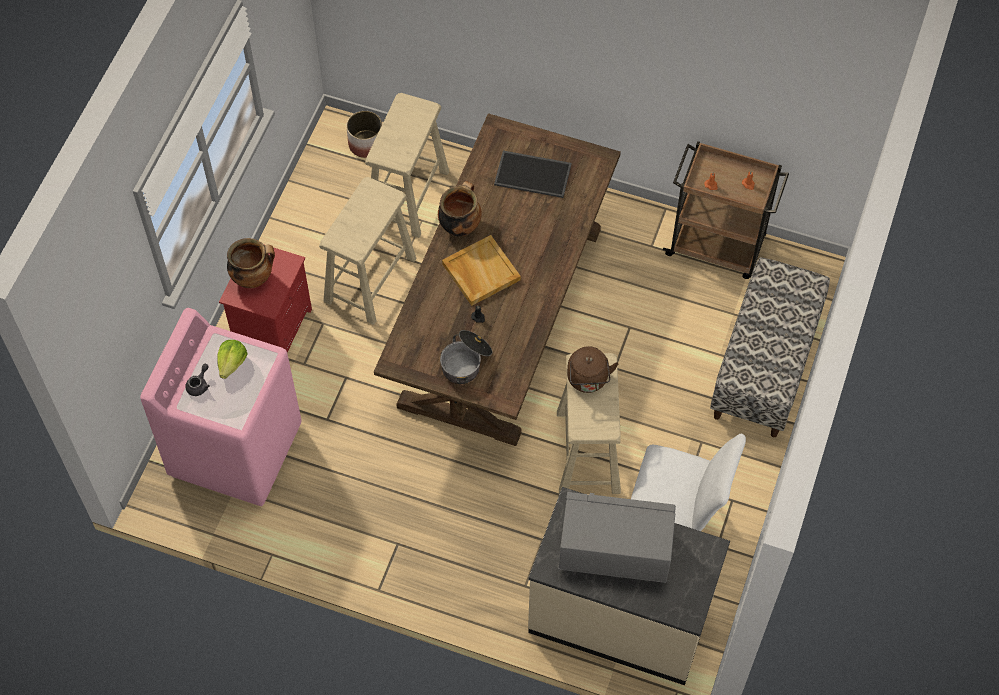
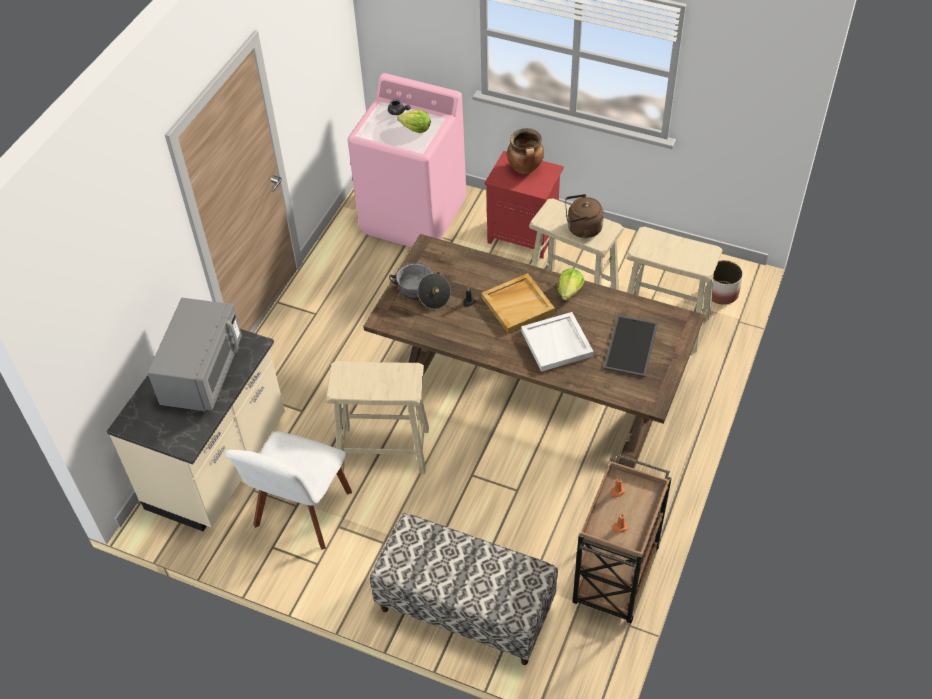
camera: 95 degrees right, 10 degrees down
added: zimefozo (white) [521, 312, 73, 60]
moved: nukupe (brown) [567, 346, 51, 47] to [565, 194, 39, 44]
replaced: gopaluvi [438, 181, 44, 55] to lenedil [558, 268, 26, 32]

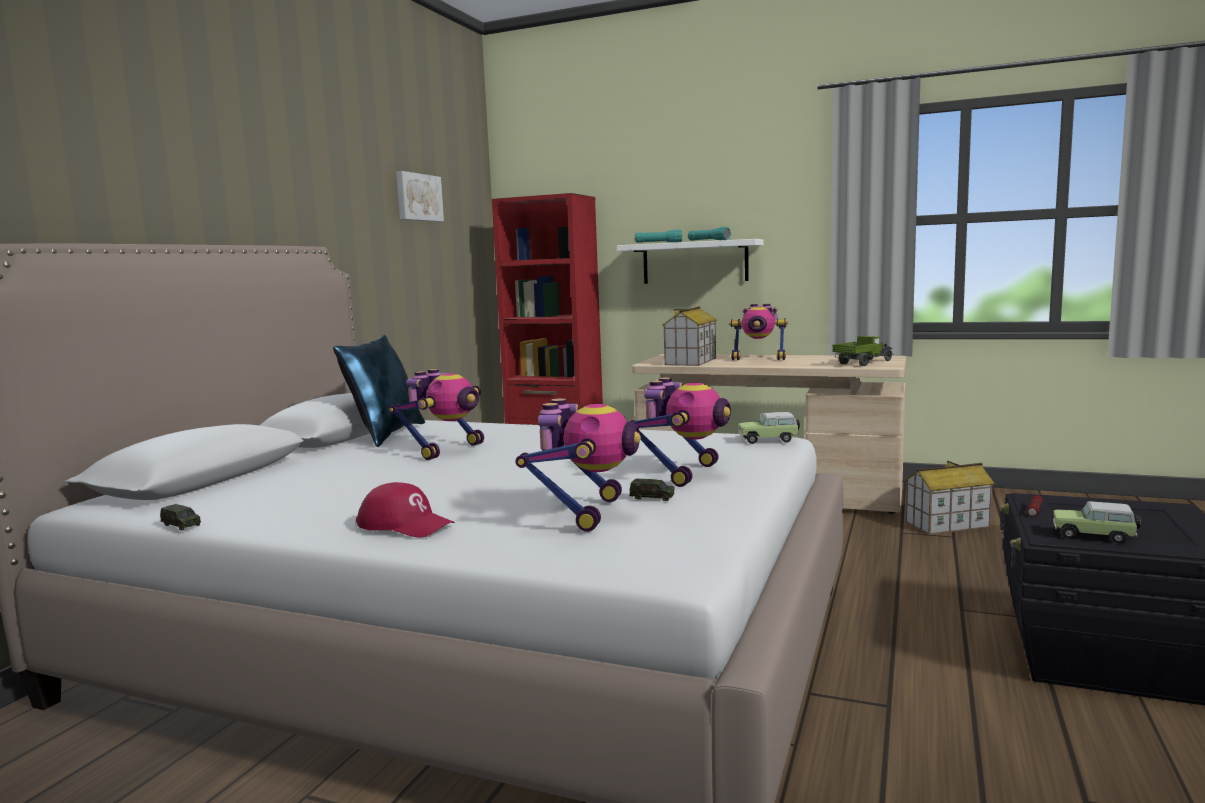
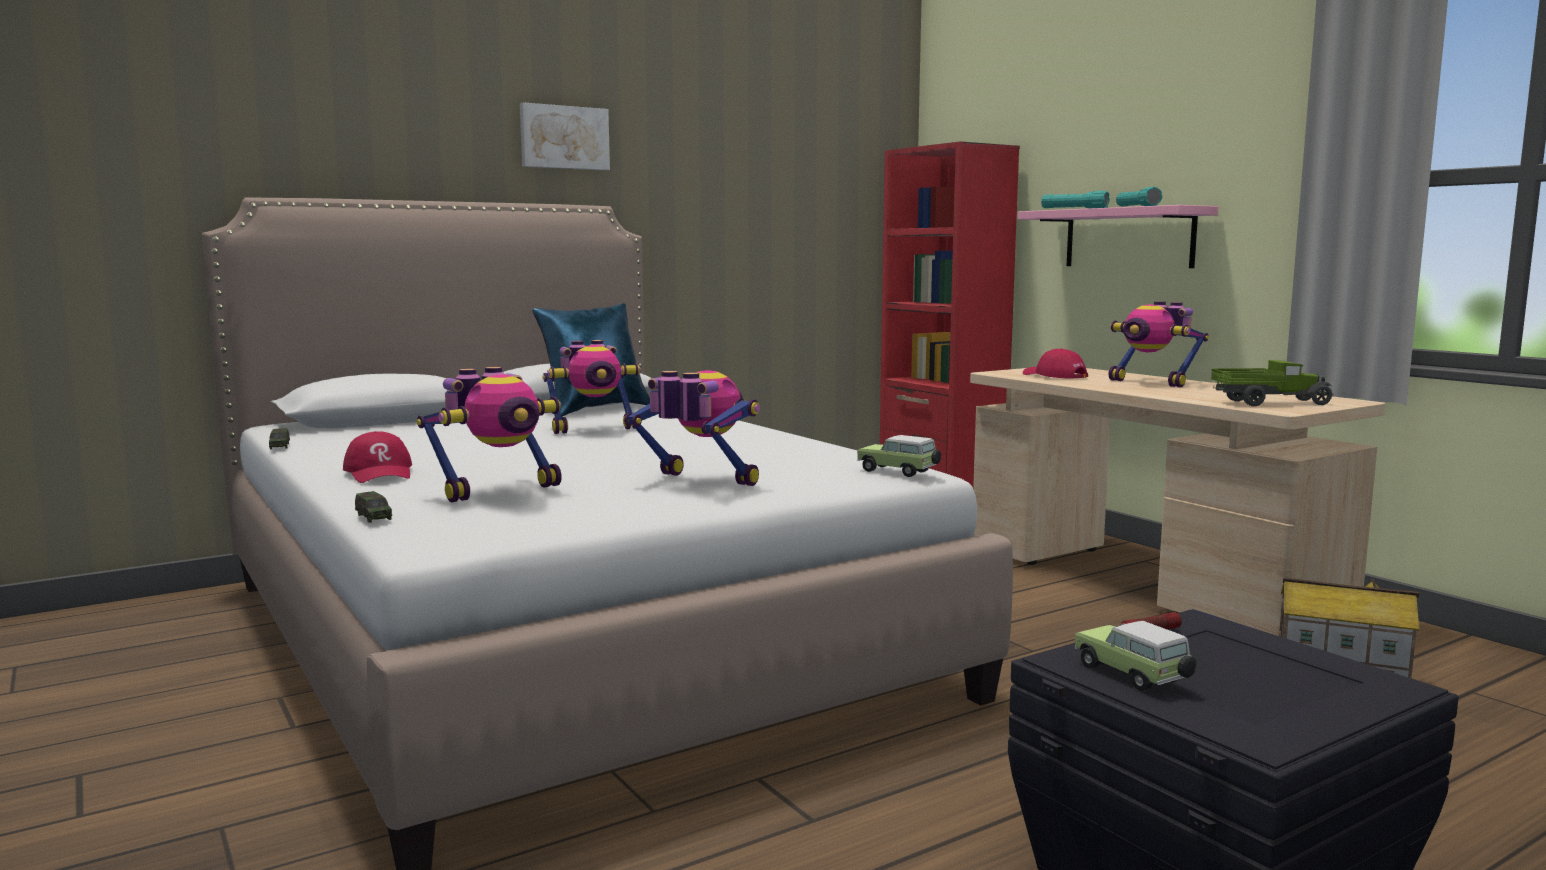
camera: 35 degrees right, 0 degrees up
moved: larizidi [629, 479, 46, 22] to [355, 491, 37, 32]; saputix [396, 171, 48, 51] to [520, 102, 90, 68]
replaced: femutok [662, 306, 55, 60] to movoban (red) [1023, 349, 65, 30]
recoloured: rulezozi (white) [617, 239, 146, 45] to rulezozi (pink) [1017, 205, 201, 63]
turned: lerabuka [631, 377, 100, 110] = [624, 370, 136, 116] 120 degrees counterclockwise

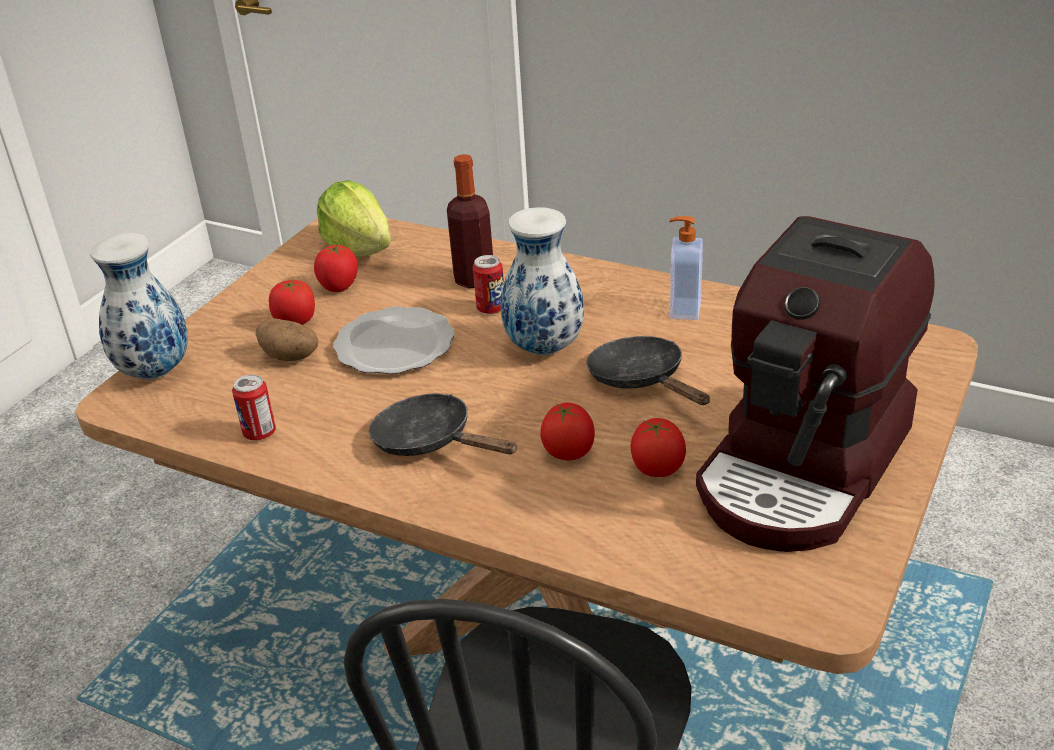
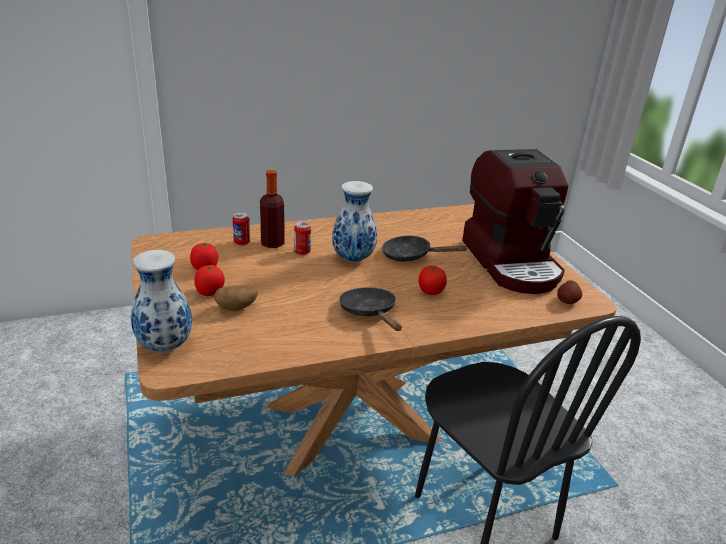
camera: 50 degrees left, 5 degrees down
removed: lenedil [317, 180, 74, 77]; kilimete [333, 306, 122, 68]; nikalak [631, 418, 55, 59]; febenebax [669, 216, 34, 104]
added: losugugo [557, 280, 25, 24]
moved: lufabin [232, 374, 44, 66] to [232, 212, 18, 33]
turned: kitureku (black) [369, 393, 149, 63] = [339, 287, 63, 44] 75 degrees clockwise

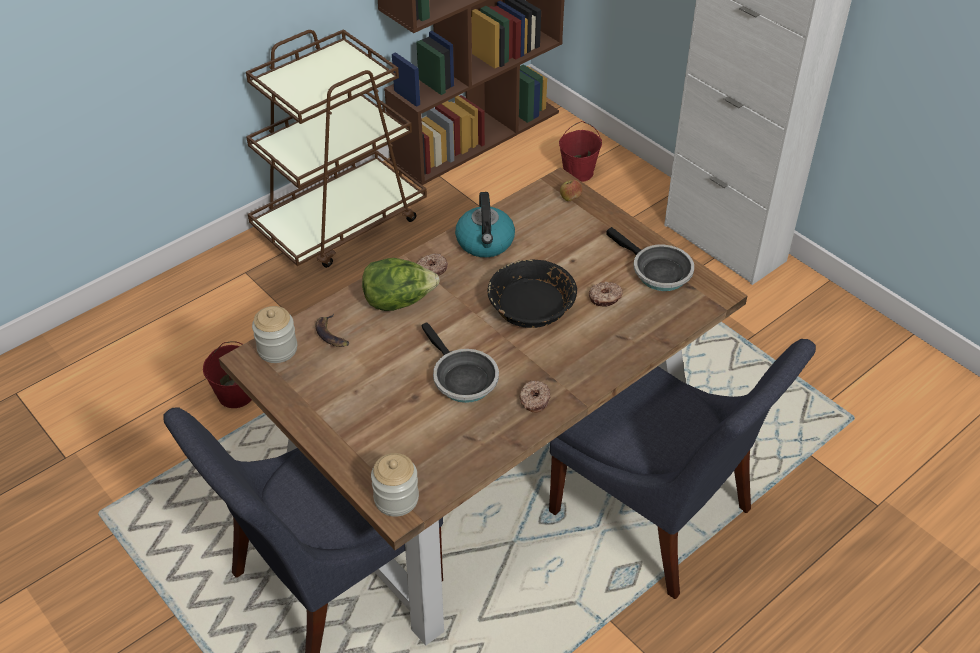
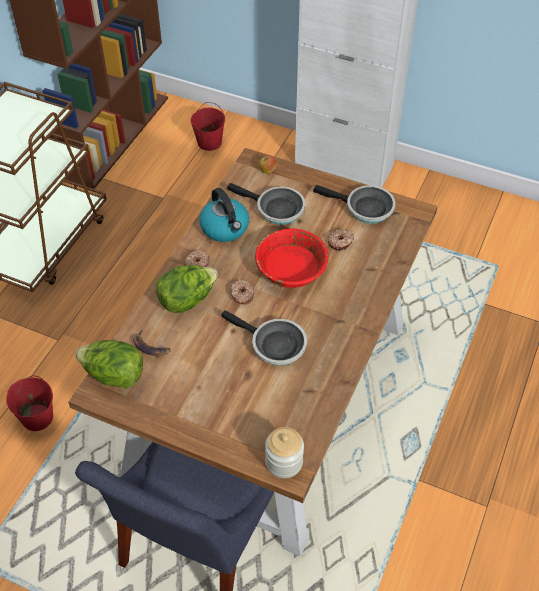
camera: 25 degrees left, 5 degrees up
removed: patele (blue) [549, 339, 267, 260]
added: kitureku [227, 183, 78, 42]
moved: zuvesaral [519, 380, 31, 33] to [231, 280, 23, 25]
replaced: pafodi [252, 306, 45, 57] to lenedil [75, 340, 68, 49]
recoloured: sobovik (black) [488, 259, 89, 69] to sobovik (red) [255, 228, 74, 60]

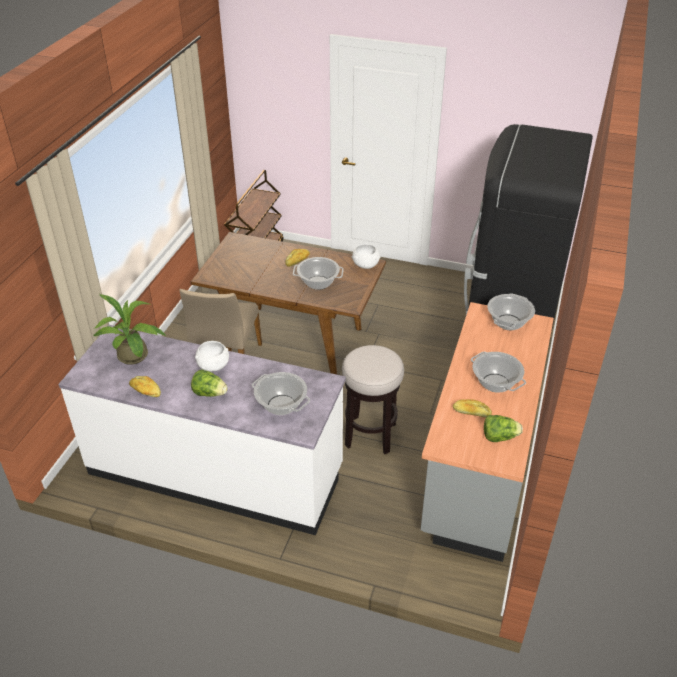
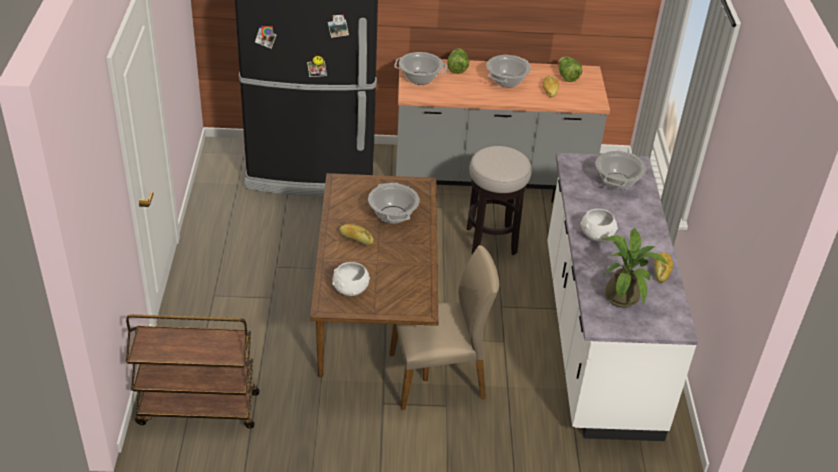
camera: 110 degrees left, 0 degrees up
moved: sobovik (white) [352, 244, 28, 25] to [332, 262, 38, 34]; lenedil [191, 370, 37, 27] to [447, 48, 22, 26]

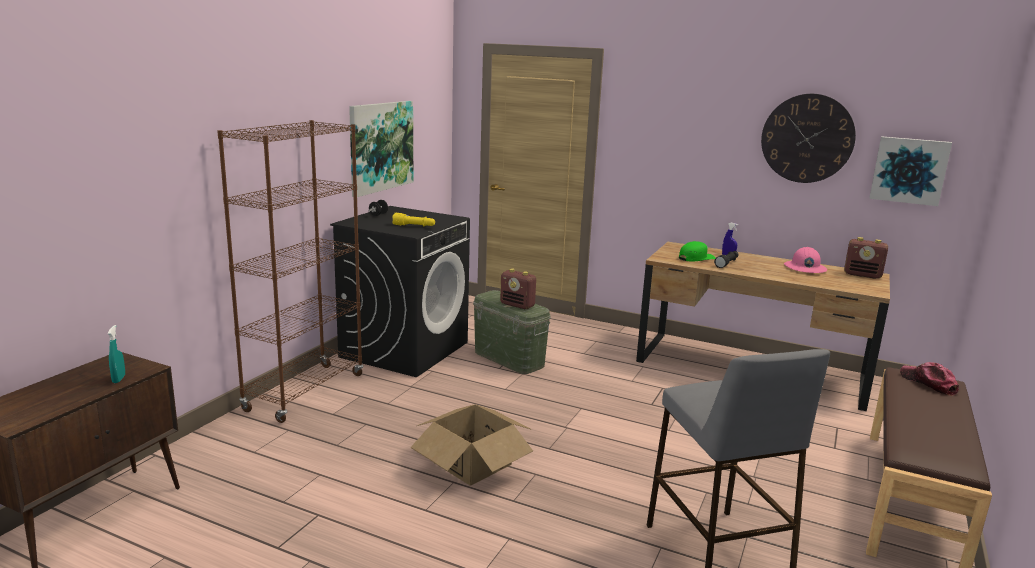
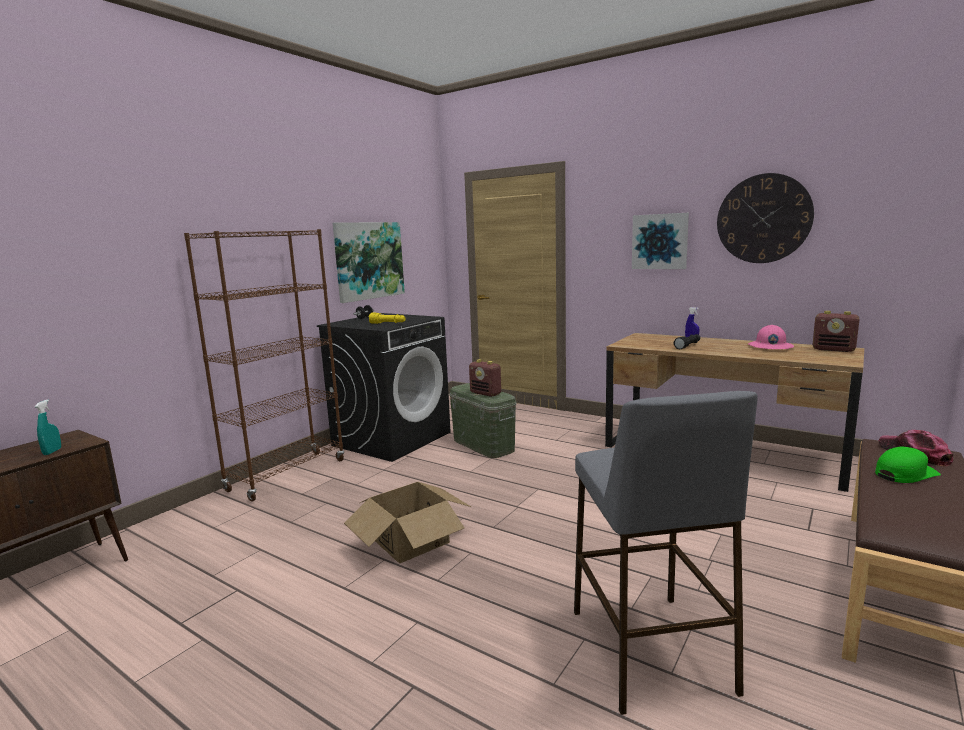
camera: 10 degrees right, 5 degrees down
moved: saputix [869, 136, 83, 70] to [632, 213, 57, 56]; movoban (green) [679, 241, 36, 21] to [875, 447, 66, 36]

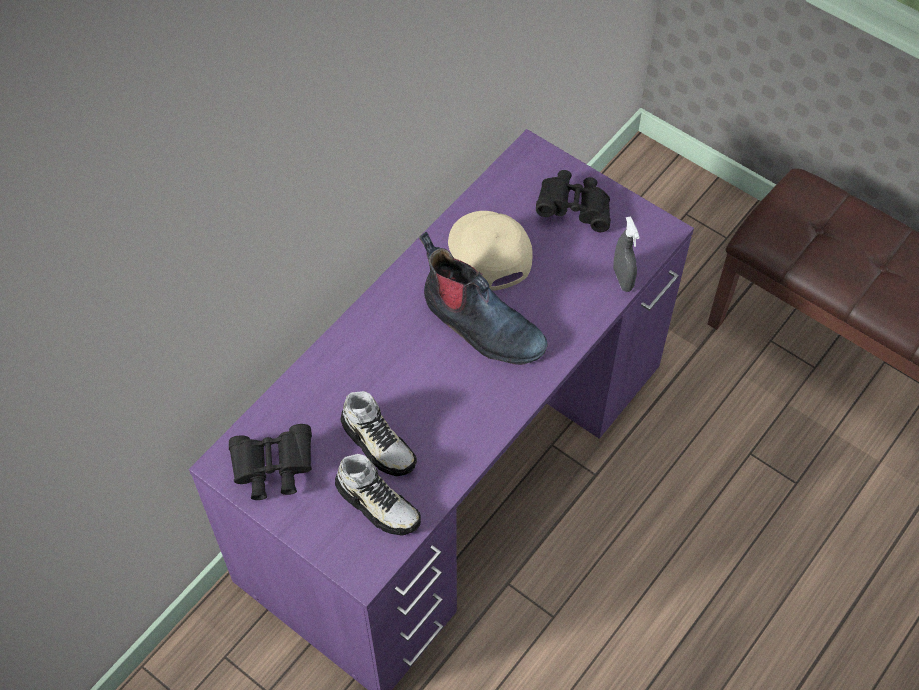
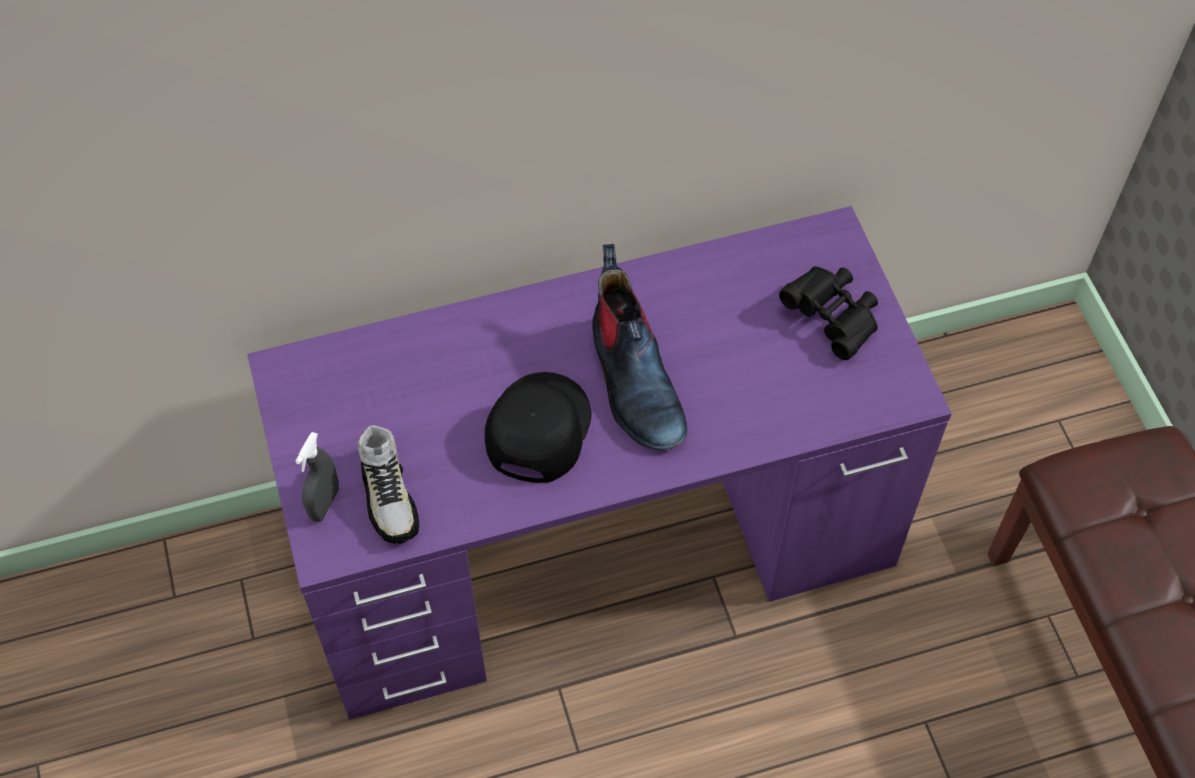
camera: 35 degrees right, 0 degrees up
removed: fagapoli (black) [229, 424, 83, 76]; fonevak [340, 391, 77, 85]; movoban (beige) [448, 211, 85, 80]
added: movoban (black) [485, 372, 107, 111]
moved: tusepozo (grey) [613, 216, 27, 76] to [295, 432, 44, 90]

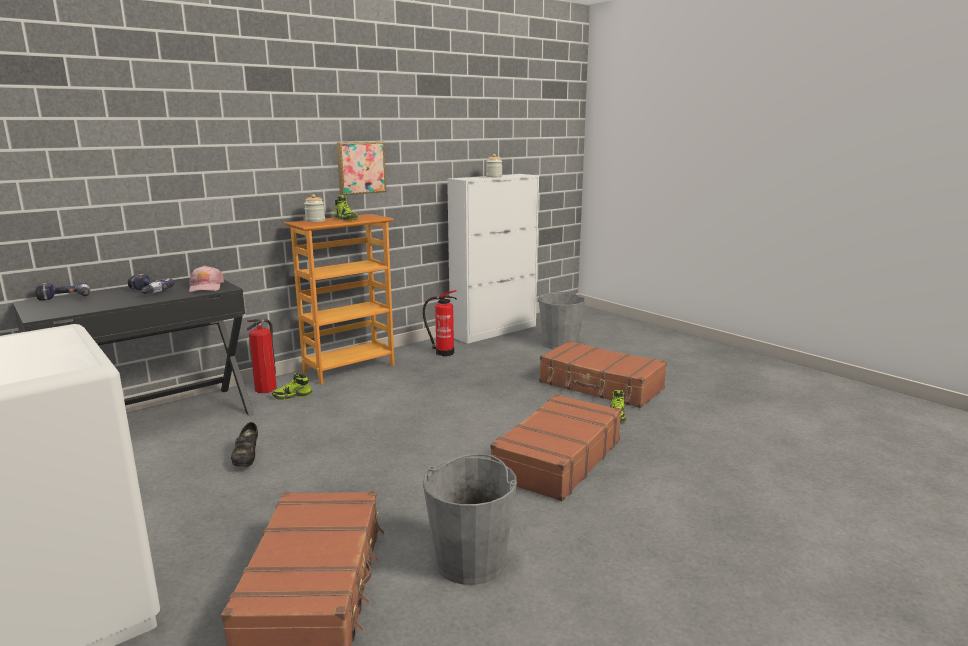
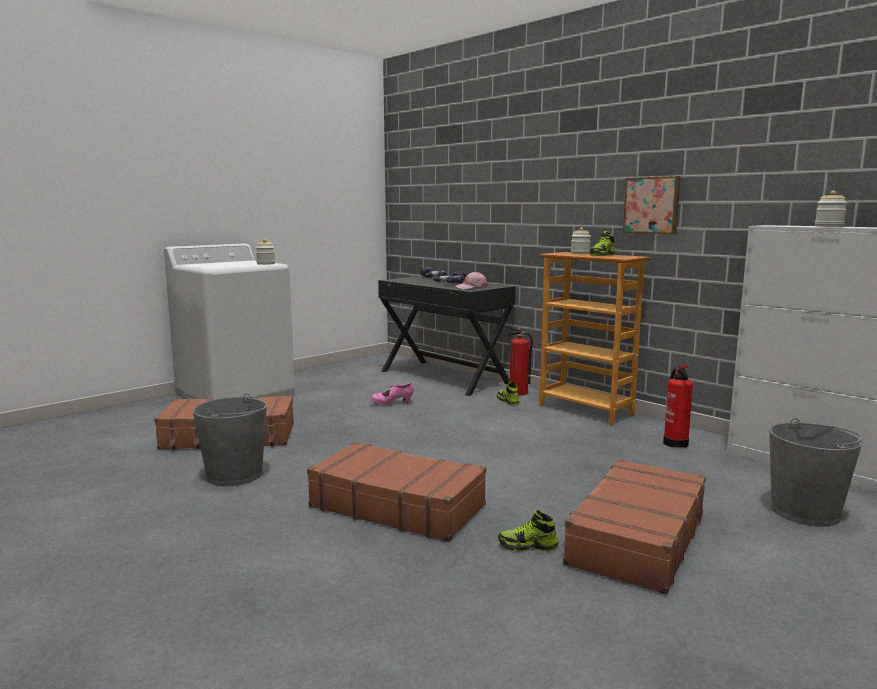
camera: 85 degrees right, 5 degrees down
added: pafodi [256, 239, 19, 26]
recoloured: fonevak (black) [231, 422, 27, 45] to fonevak (pink) [371, 383, 43, 22]

